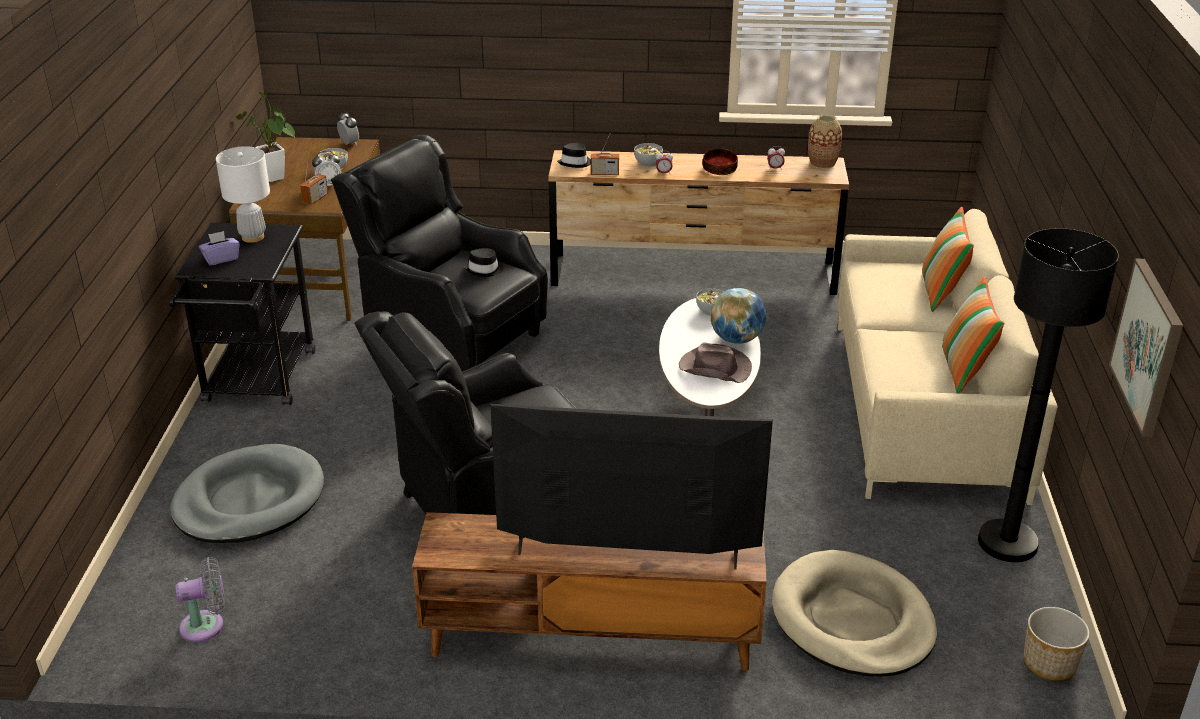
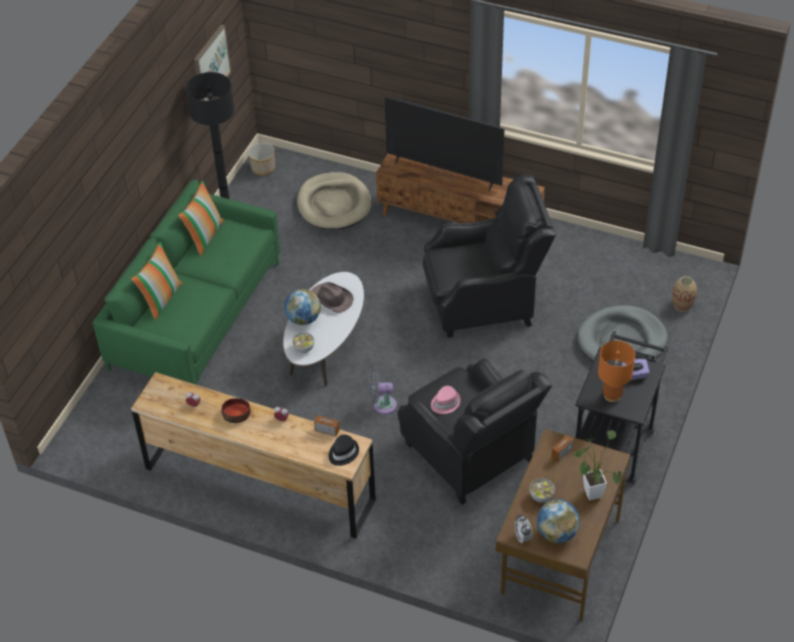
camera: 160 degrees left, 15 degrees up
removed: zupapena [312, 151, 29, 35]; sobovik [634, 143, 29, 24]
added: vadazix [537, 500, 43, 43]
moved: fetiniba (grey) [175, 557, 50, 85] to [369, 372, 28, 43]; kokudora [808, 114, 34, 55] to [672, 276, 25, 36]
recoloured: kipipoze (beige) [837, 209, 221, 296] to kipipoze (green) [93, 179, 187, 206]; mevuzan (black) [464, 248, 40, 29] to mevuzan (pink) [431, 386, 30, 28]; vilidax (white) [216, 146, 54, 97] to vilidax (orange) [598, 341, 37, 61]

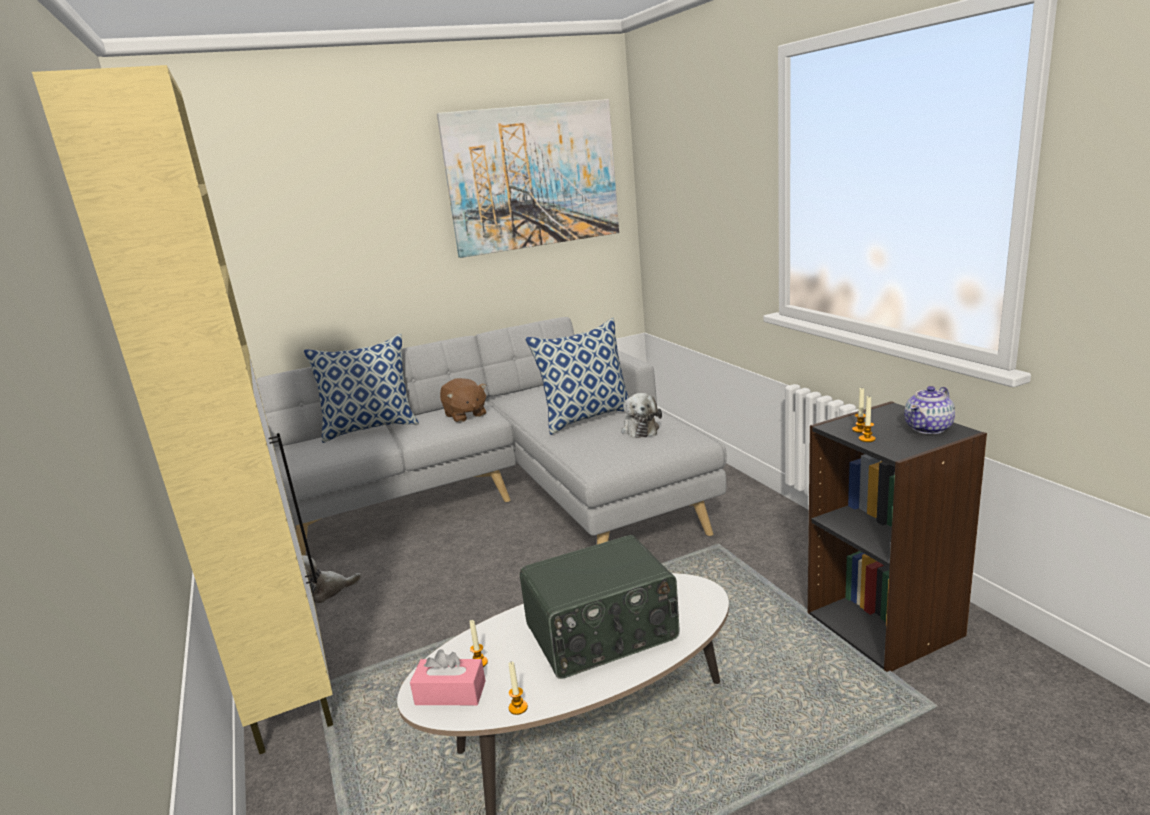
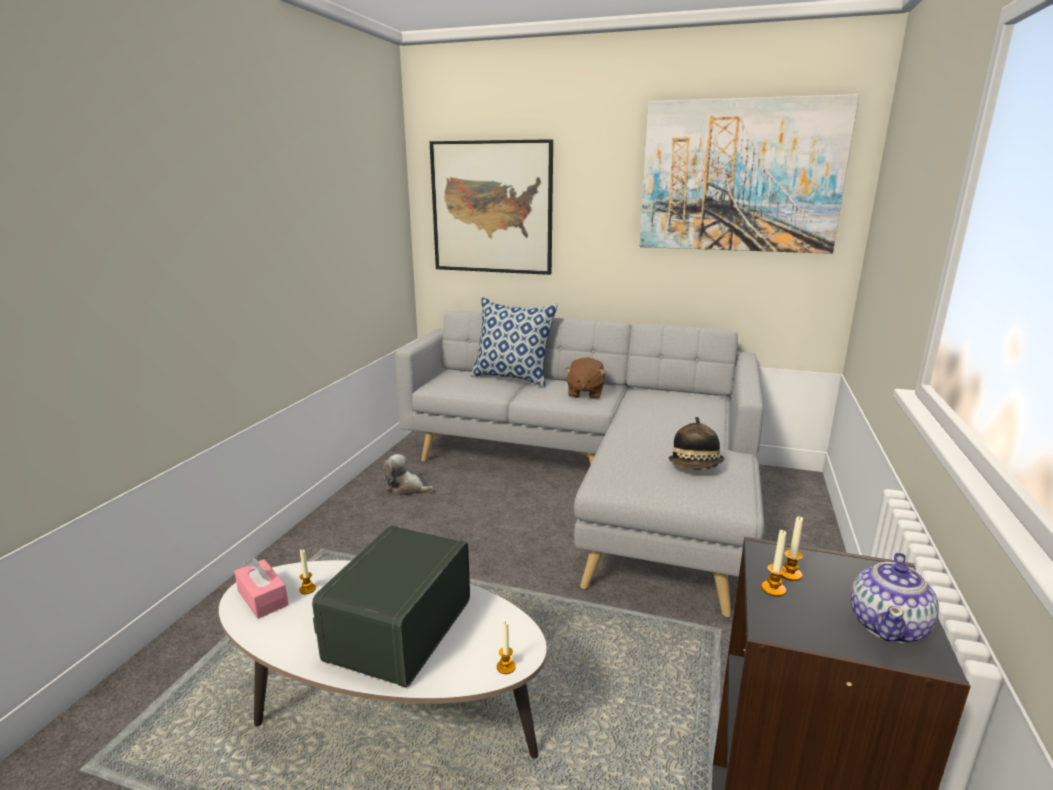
camera: 40 degrees right, 0 degrees up
removed: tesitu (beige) [32, 65, 301, 689]; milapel [525, 318, 104, 117]
added: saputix [430, 139, 123, 136]
moved: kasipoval [509, 662, 19, 53] to [497, 622, 18, 52]
replaced: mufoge [621, 393, 41, 45] to mevuzan [668, 417, 56, 53]
turned: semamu [520, 535, 160, 144] = [312, 526, 158, 162] 90 degrees clockwise; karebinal [904, 386, 51, 48] = [851, 552, 88, 91] 60 degrees counterclockwise

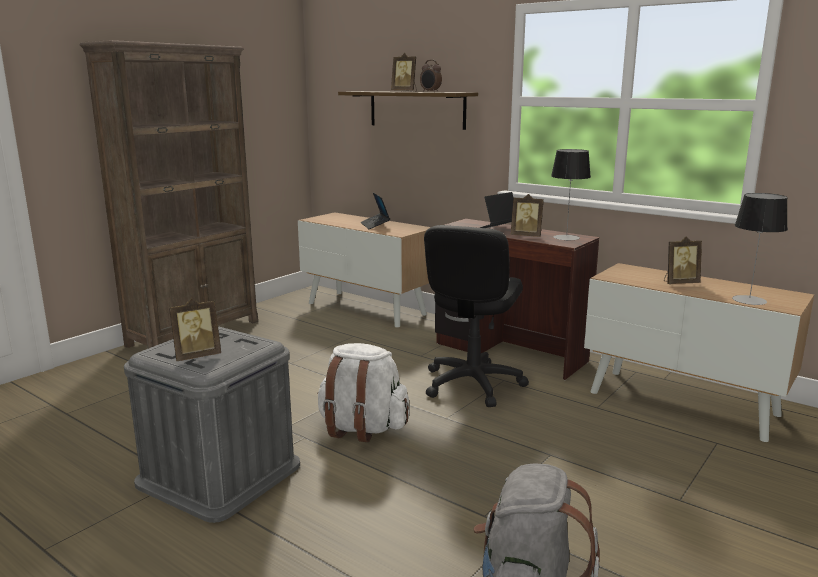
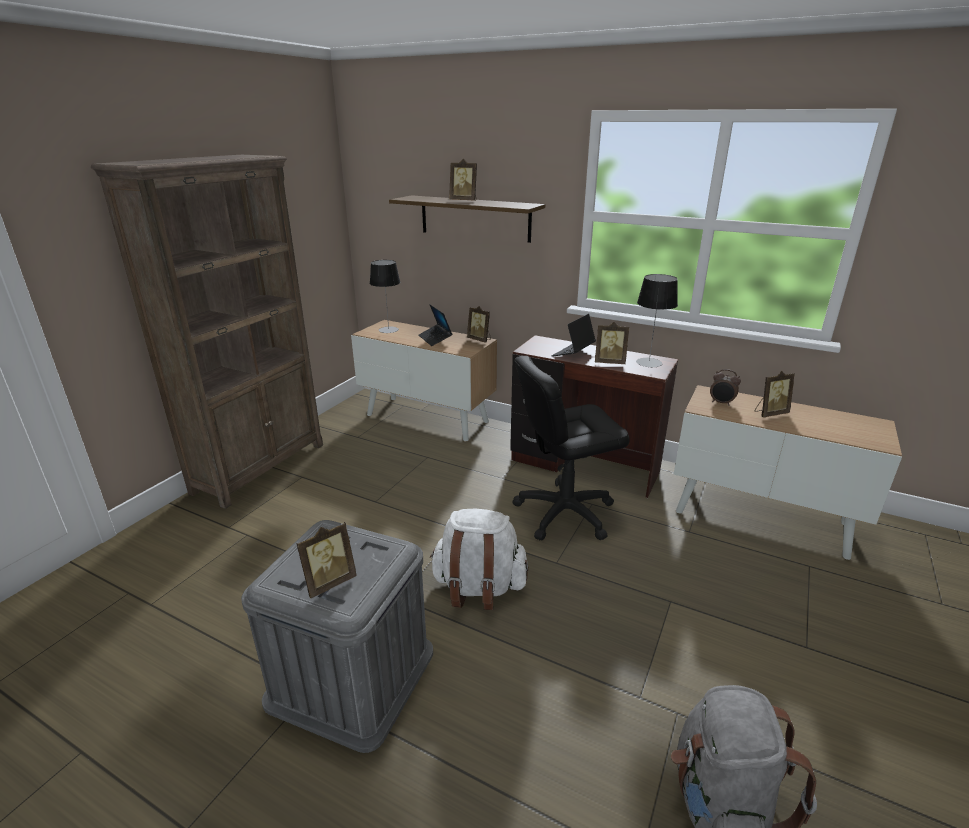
camera: 10 degrees left, 10 degrees up
added: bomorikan [467, 306, 24, 37]
moved: vilidax [732, 193, 56, 112] to [370, 260, 30, 73]; zupapena [420, 60, 22, 32] to [710, 369, 31, 37]
turned: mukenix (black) [424, 225, 105, 182] = [513, 356, 117, 185] 60 degrees clockwise

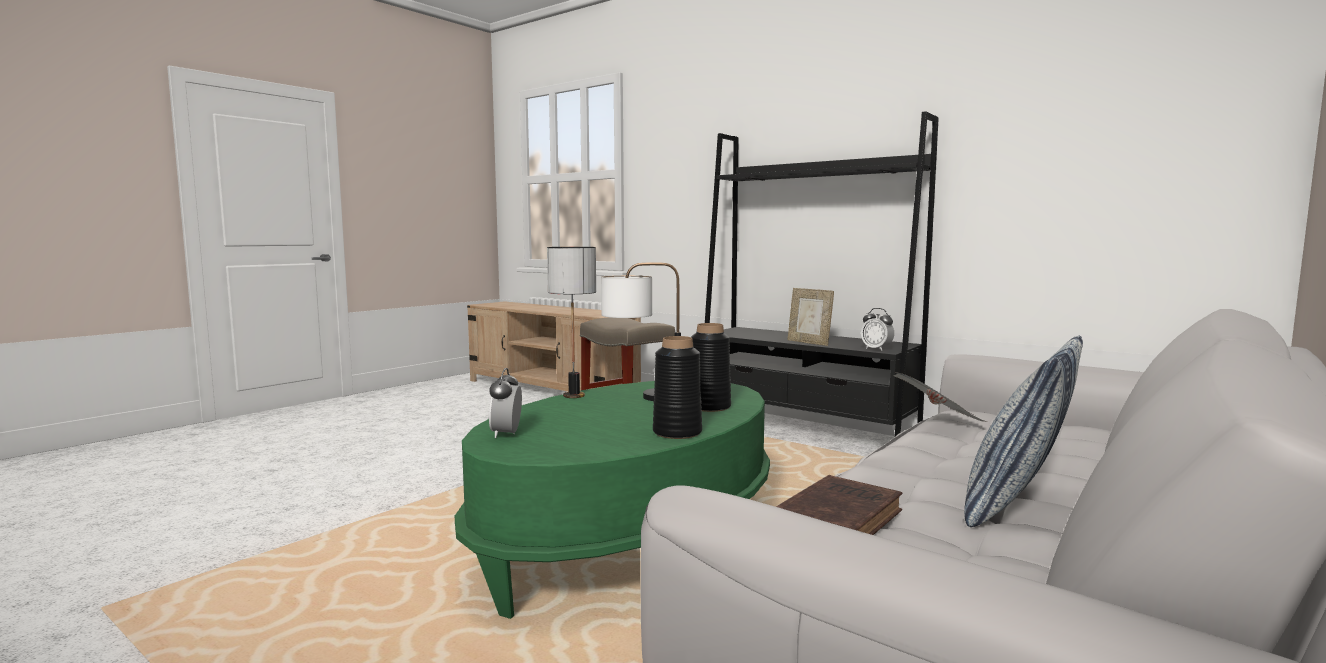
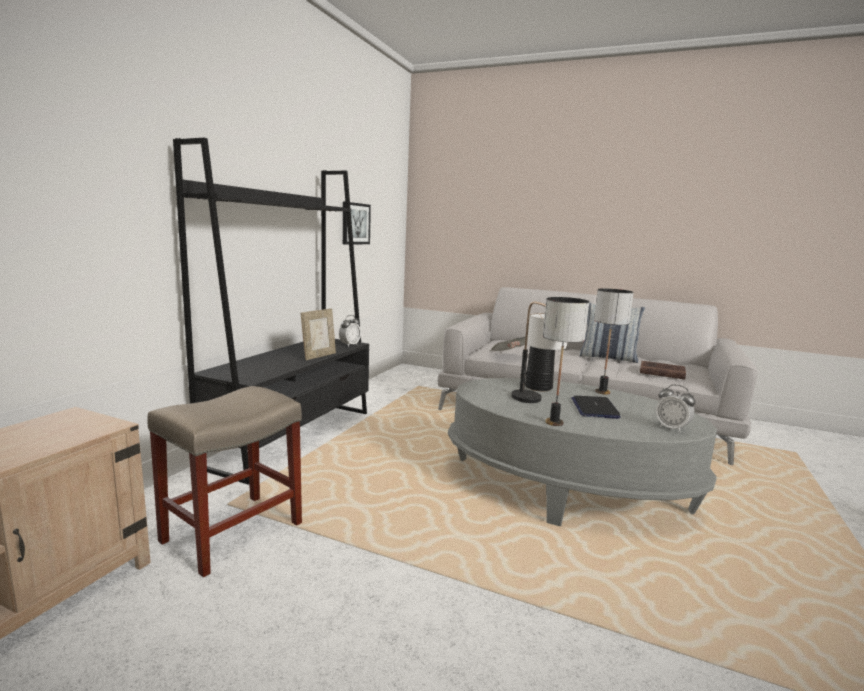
camera: 105 degrees left, 5 degrees up
added: saputix [343, 202, 28, 43]; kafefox [571, 396, 50, 23]
replaced: kokudora (black) [653, 336, 49, 103] to vilidax [594, 288, 40, 107]
recoloured: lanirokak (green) [455, 381, 315, 238] to lanirokak (grey) [448, 378, 269, 148]
turned: zupapena [489, 368, 33, 70] = [656, 385, 40, 48] 60 degrees clockwise

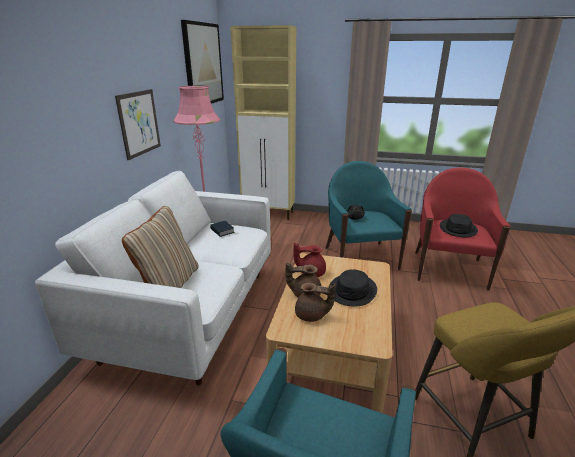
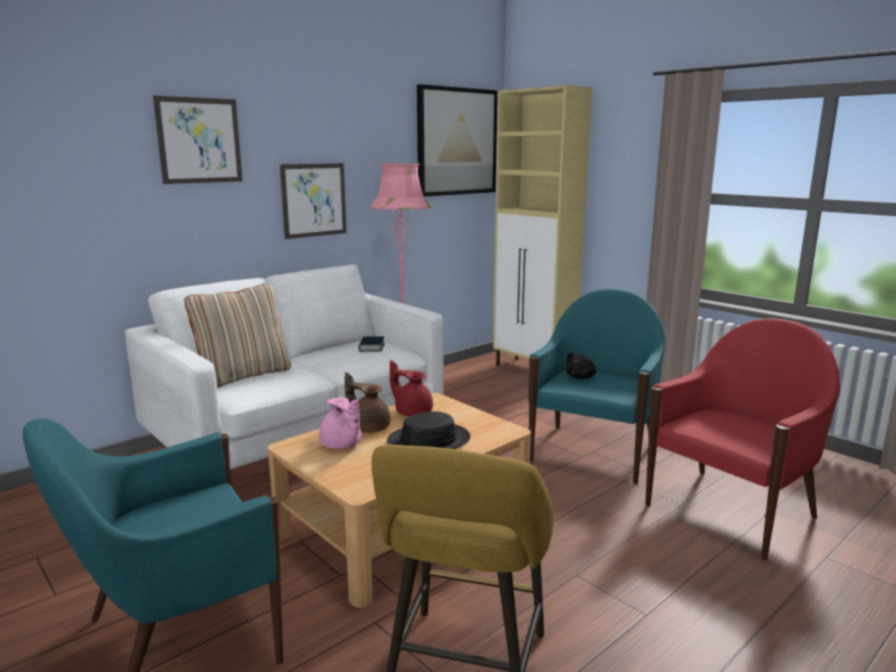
camera: 35 degrees right, 10 degrees down
removed: mevuzan (black) [440, 214, 38, 23]
added: saputix [153, 95, 90, 89]
recoloured: karebinal (brown) [295, 283, 41, 39] to karebinal (pink) [319, 397, 42, 52]

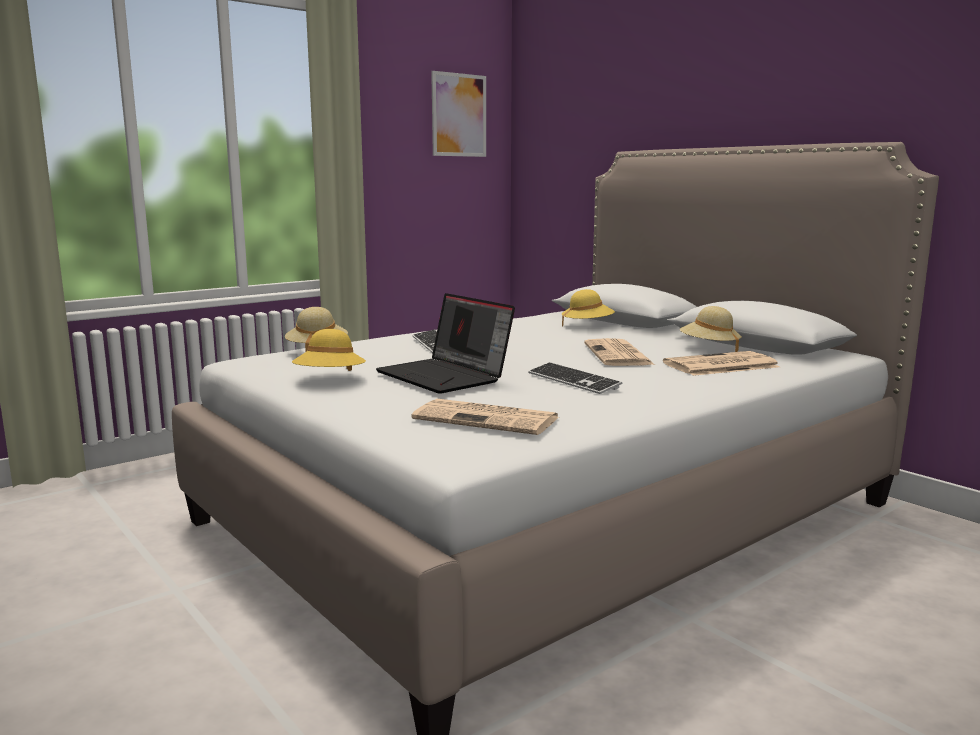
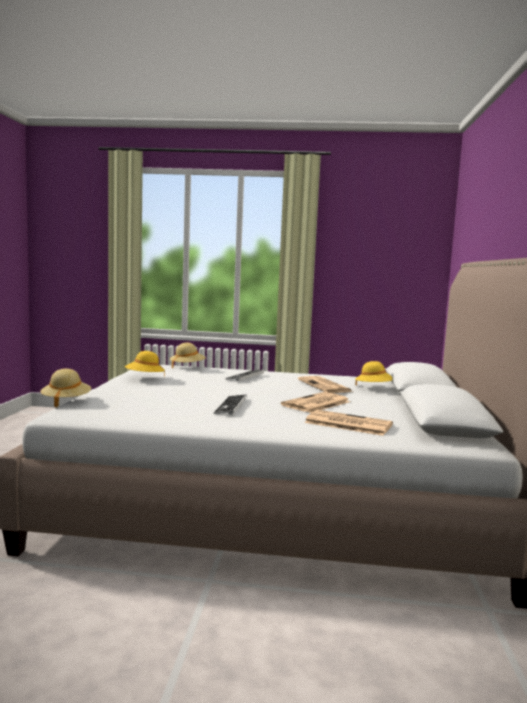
camera: 45 degrees right, 5 degrees down
removed: kafefox [376, 293, 139, 101]; saputix [431, 71, 55, 86]
moved: mevuzan (beige) [680, 306, 62, 46] to [40, 369, 51, 38]; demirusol [411, 399, 148, 36] to [298, 376, 55, 17]

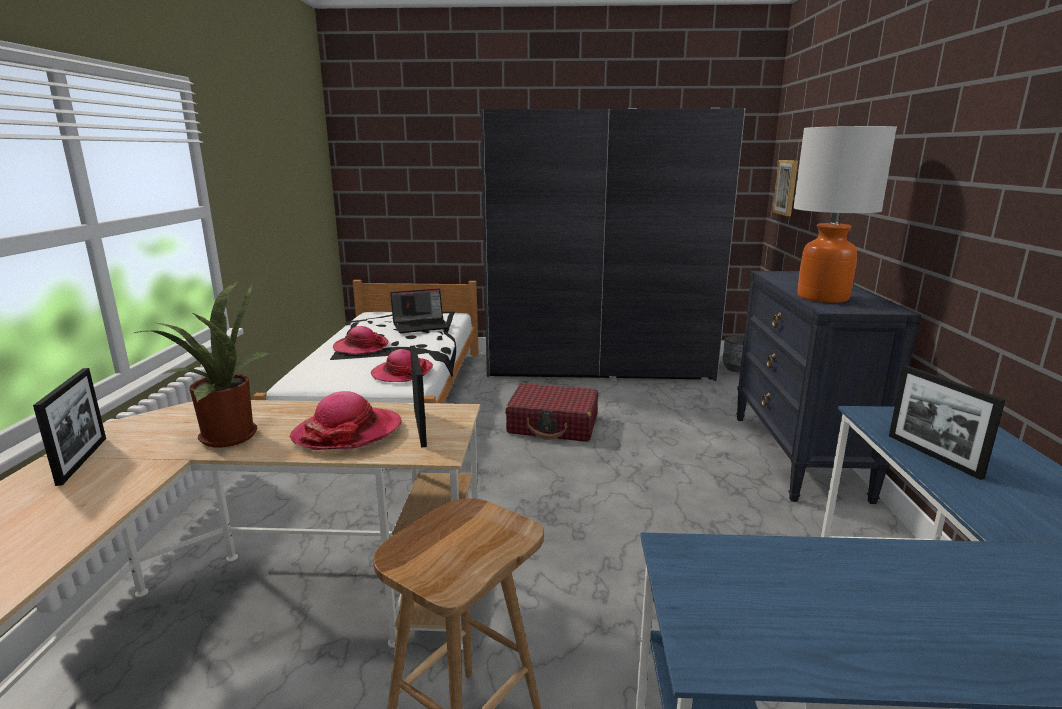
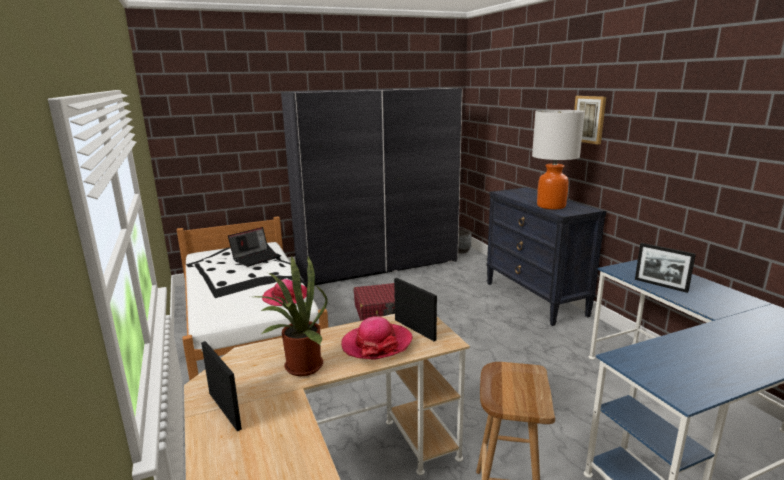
camera: 25 degrees left, 0 degrees up
removed: mevuzan [333, 326, 56, 28]
moved: saputix [772, 160, 26, 56] to [574, 96, 32, 49]

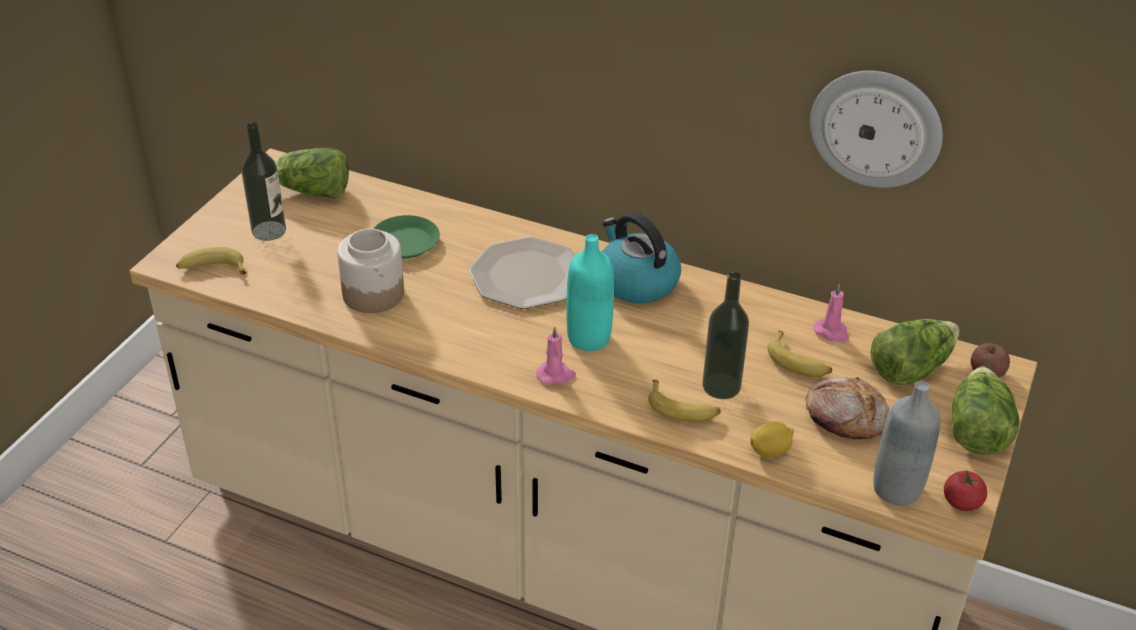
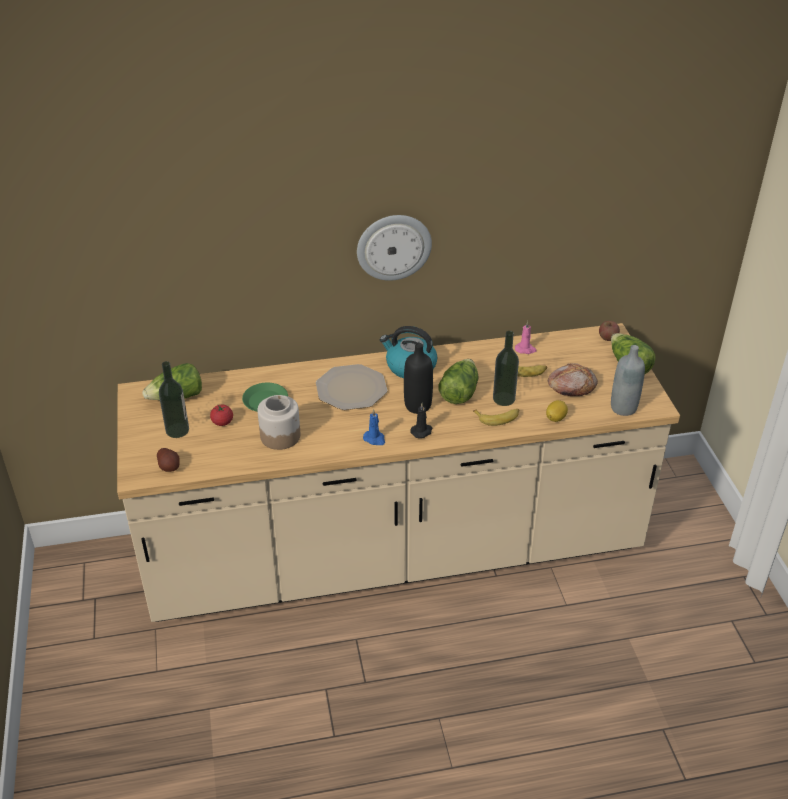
camera: 35 degrees left, 0 degrees up
added: kasipoval (blue) [363, 409, 22, 36]
moved: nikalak [944, 471, 43, 40] to [210, 405, 23, 21]; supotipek [810, 71, 133, 117] to [357, 215, 75, 66]; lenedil [870, 319, 90, 66] to [438, 359, 40, 45]
replaced: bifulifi [176, 247, 70, 27] to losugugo [157, 448, 23, 24]
recoloured: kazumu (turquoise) [566, 234, 48, 117] to kazumu (black) [404, 343, 29, 71]; kasipoval (pink) [536, 327, 40, 57] to kasipoval (black) [410, 403, 22, 35]

